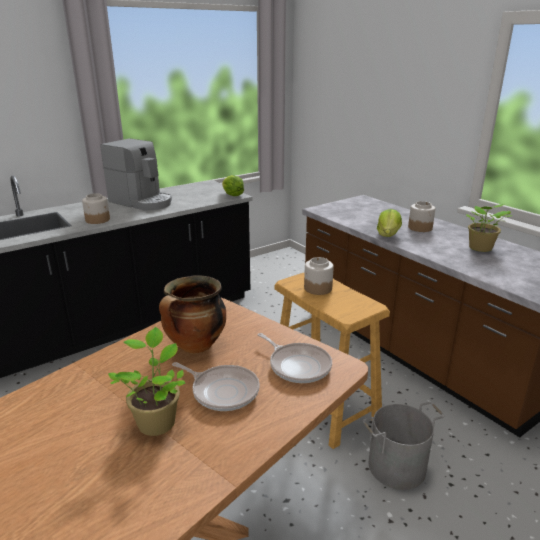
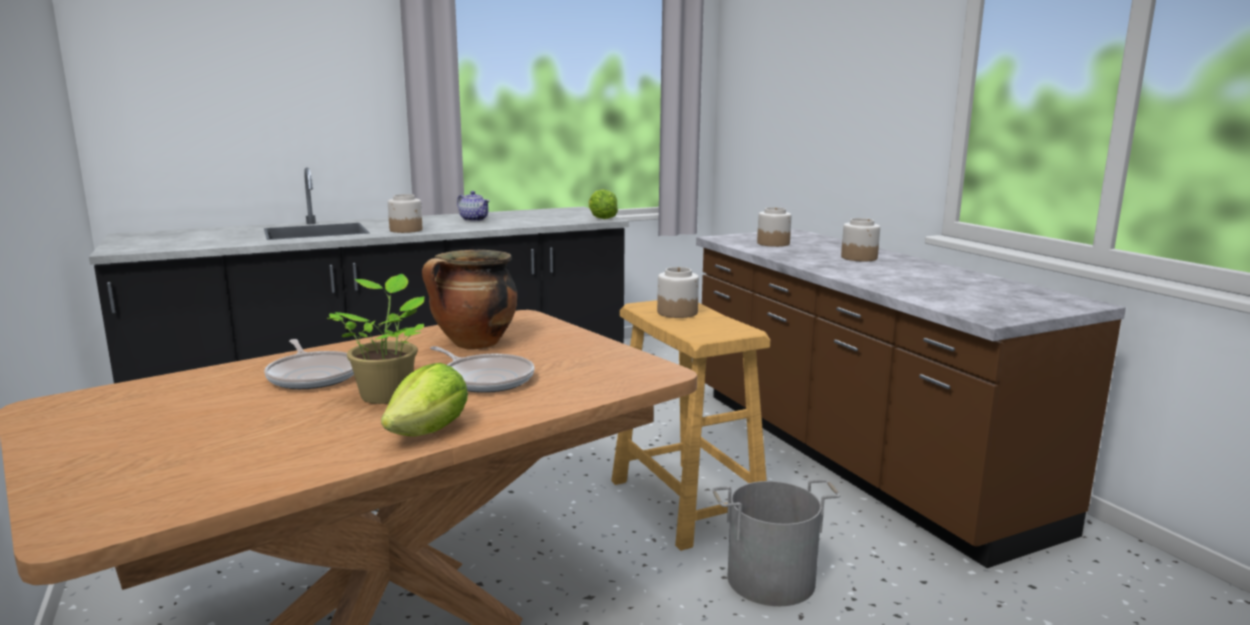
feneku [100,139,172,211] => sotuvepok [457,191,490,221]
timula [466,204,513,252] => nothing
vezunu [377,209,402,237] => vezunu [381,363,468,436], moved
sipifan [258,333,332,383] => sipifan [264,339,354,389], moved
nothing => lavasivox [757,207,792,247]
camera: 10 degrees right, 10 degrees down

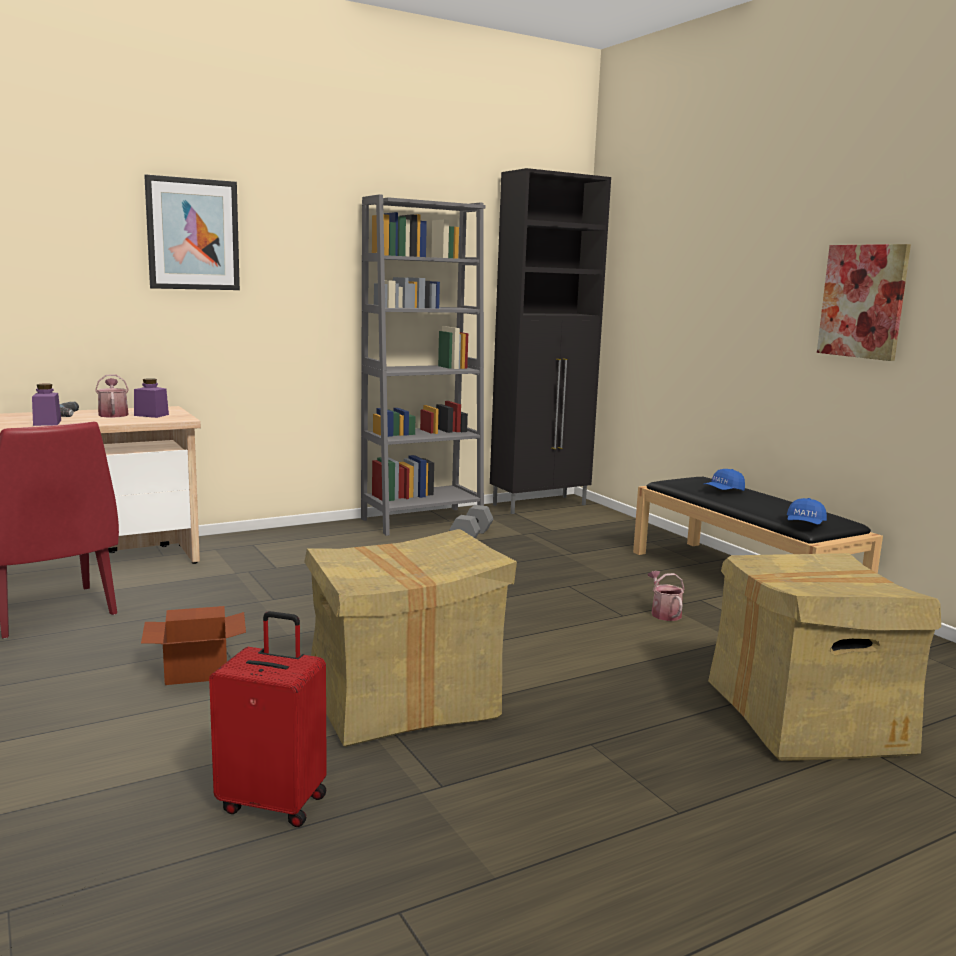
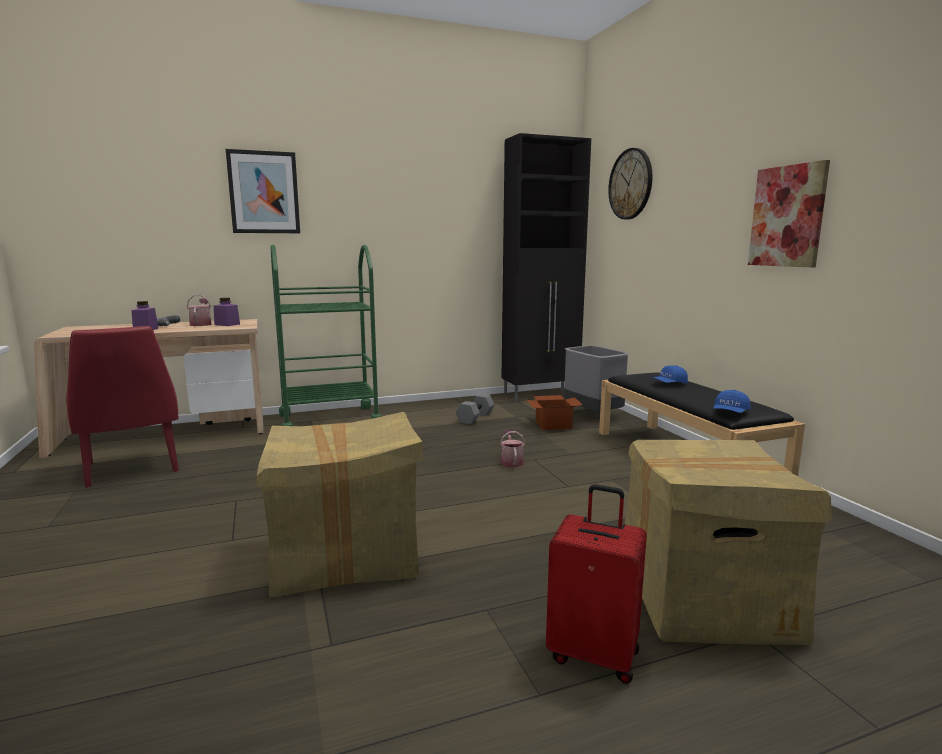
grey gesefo [361,194,486,536] => nothing
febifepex [648,571,684,621] => febifepex [500,430,525,467], moved
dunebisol [141,606,246,685] => dunebisol [527,395,583,430], moved
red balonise [209,611,327,827] => red balonise [546,484,647,684], moved
nothing => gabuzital [608,148,652,219]
nothing => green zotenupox [271,245,382,426]
nothing => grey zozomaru [564,345,629,411]
camera: 10 degrees right, 0 degrees up

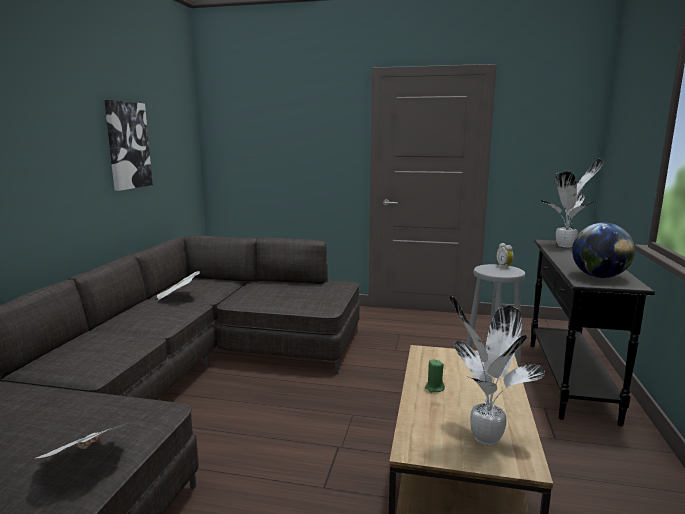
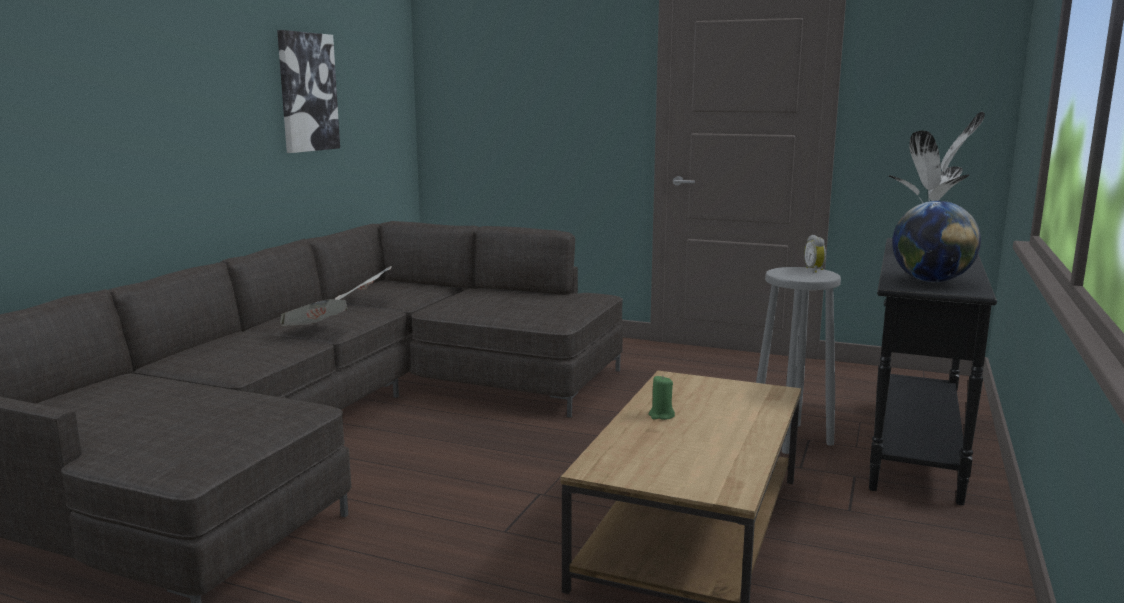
timula [449,296,545,445] => nothing
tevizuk [36,423,128,458] => tevizuk [280,299,348,326], moved
camera: 10 degrees right, 0 degrees up

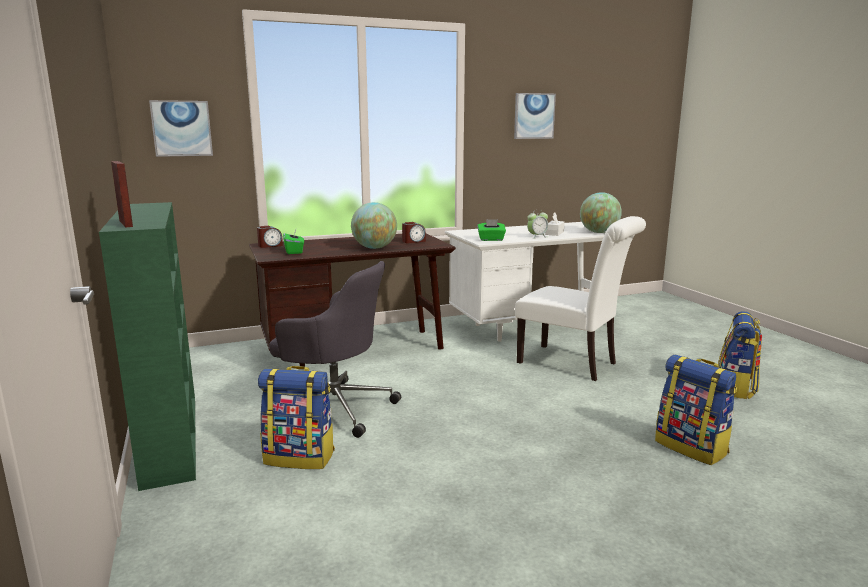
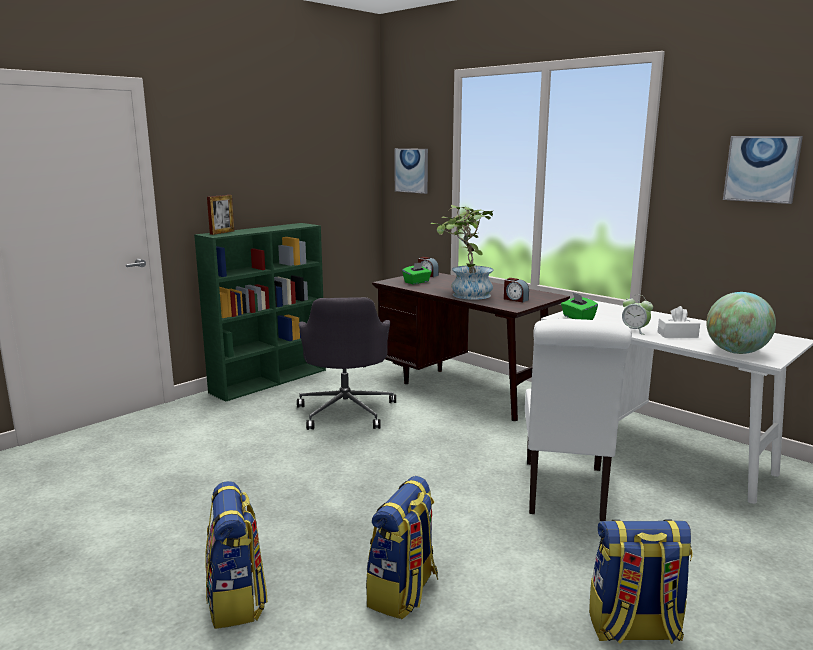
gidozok [351,202,397,249] => timula [430,205,494,300]
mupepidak [258,366,335,469] => mupepidak [205,481,268,629], moved
camera: 65 degrees right, 0 degrees up

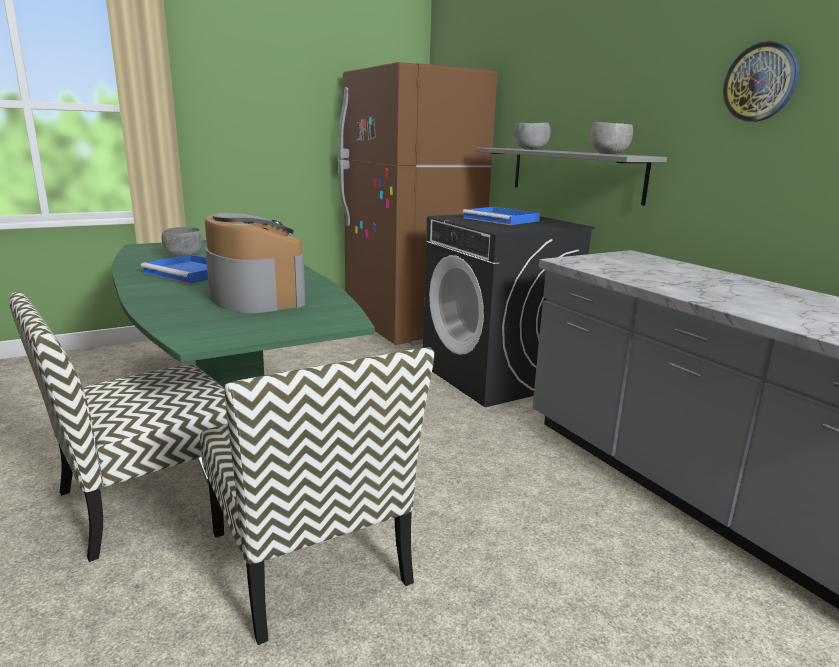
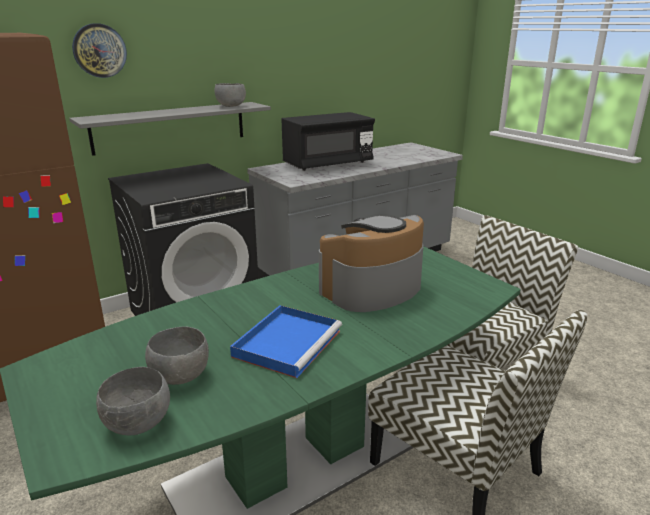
gabuzital [723,41,799,122] => gabuzital [72,23,127,78], moved
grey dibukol [514,122,551,150] => grey dibukol [96,367,170,435], moved
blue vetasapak [463,207,540,225] => nothing
nothing => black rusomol [282,112,375,171]
camera: 95 degrees left, 5 degrees up

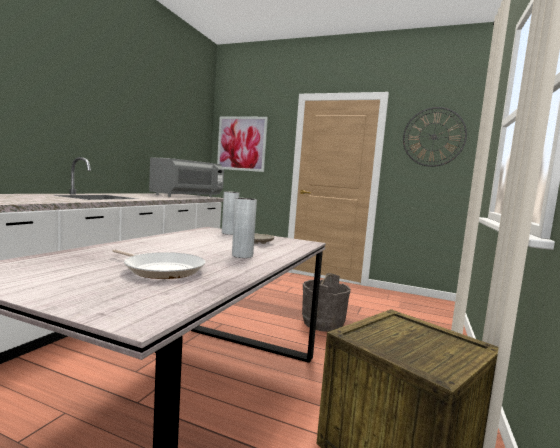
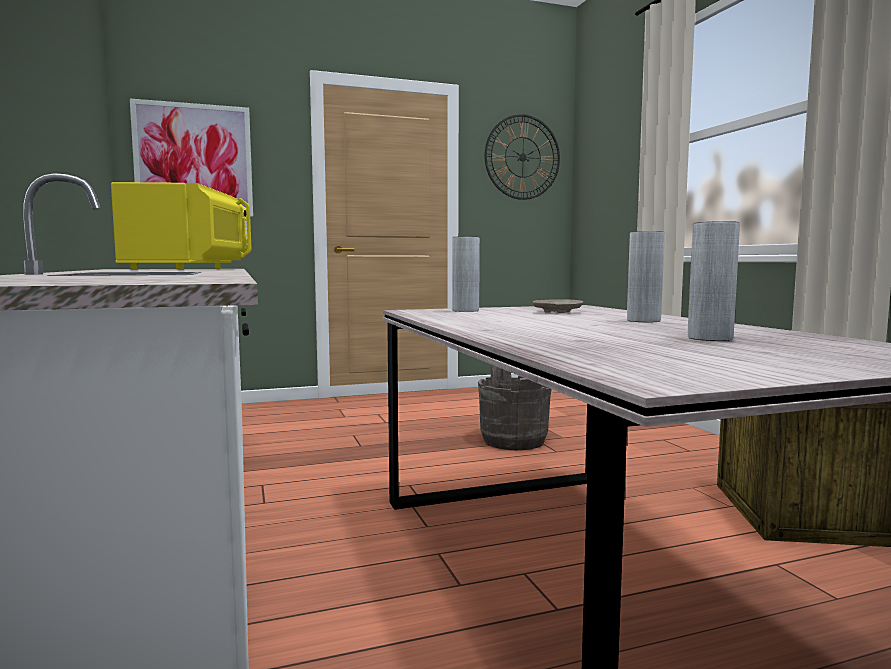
grey rusomol [149,157,224,197] => yellow rusomol [111,182,251,270]
sipifan [112,249,205,279] => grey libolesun [688,221,740,341]
camera: 40 degrees left, 0 degrees up

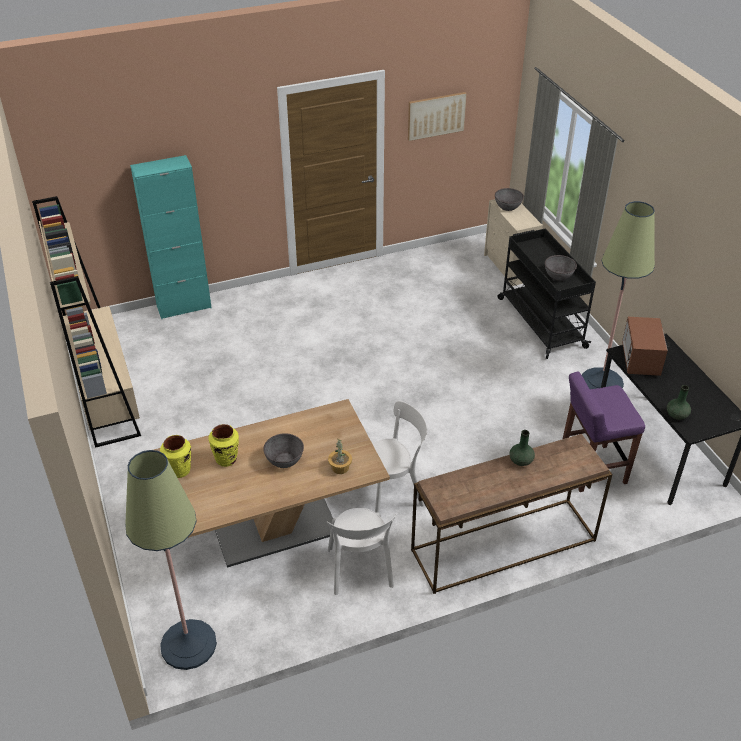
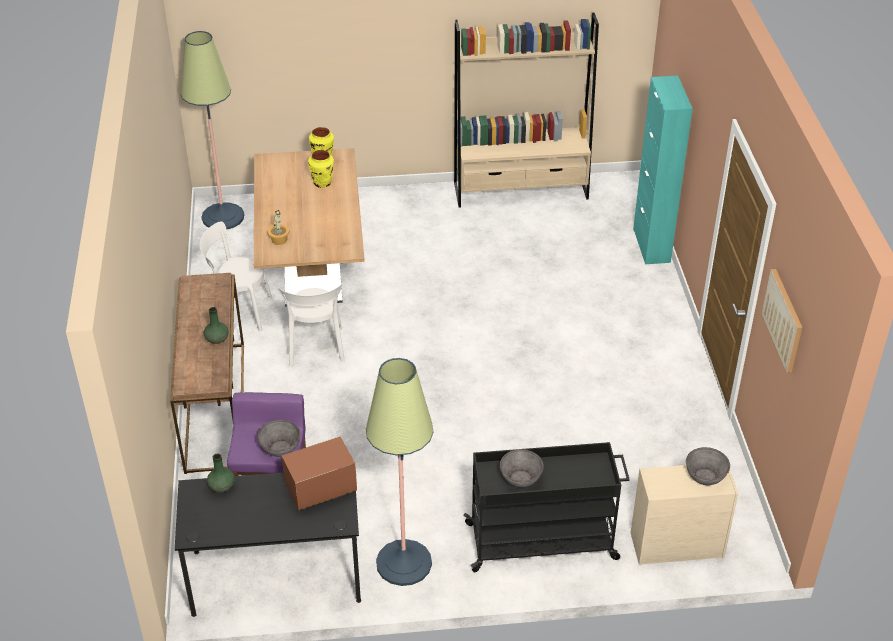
rusomol [622,317,668,376] => rusomol [282,437,357,510], 45 degrees counterclockwise
grey dibukol [263,433,304,468] => grey dibukol [257,420,301,457], moved
camera: 105 degrees right, 0 degrees up

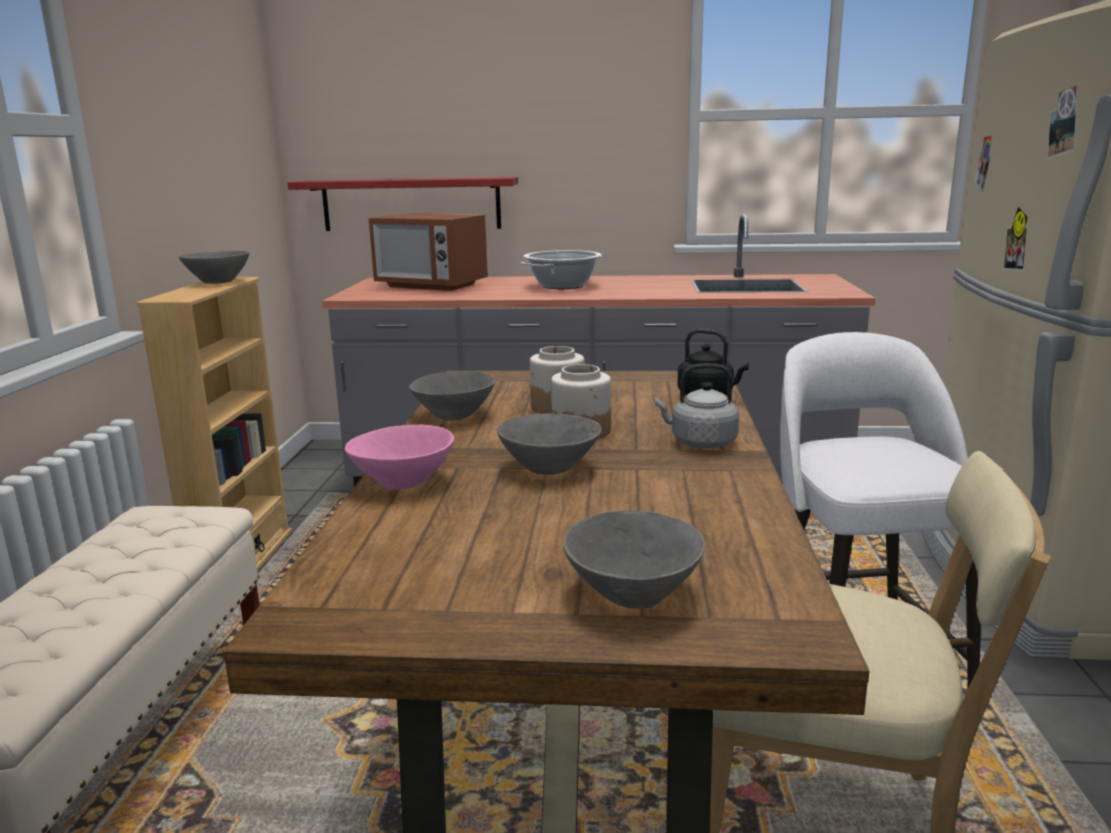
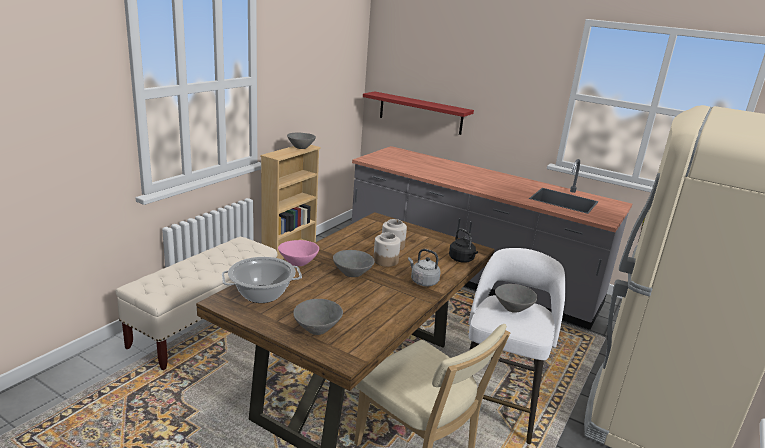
rusomol [369,213,488,291] => nothing
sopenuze [520,250,603,289] => sopenuze [222,257,302,303], moved
grey dibukol [409,371,495,421] => grey dibukol [495,284,538,313], moved
camera: 25 degrees right, 5 degrees up

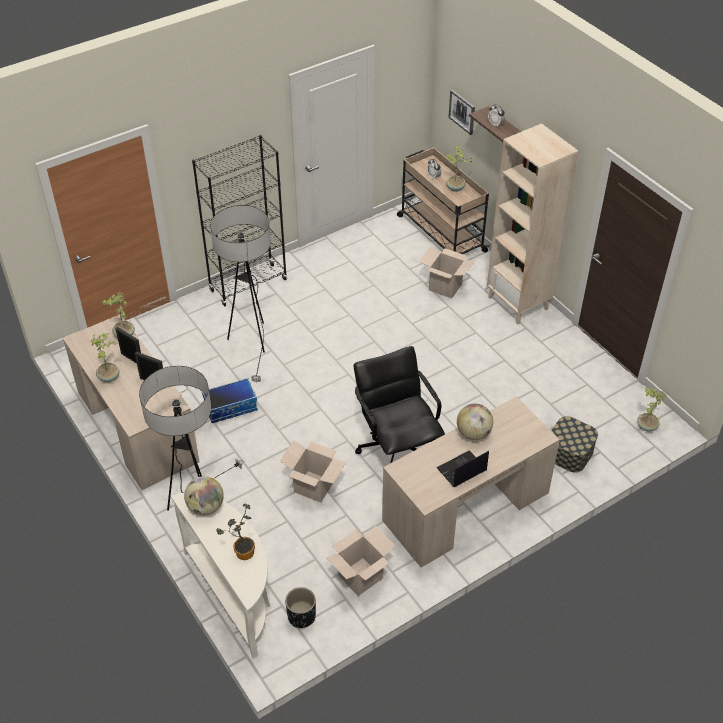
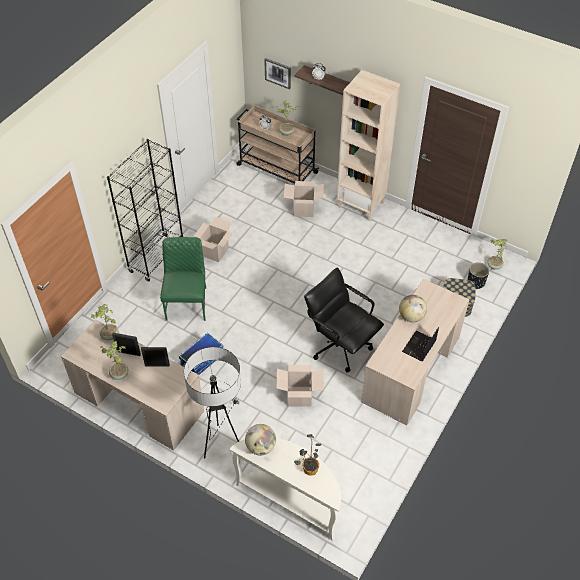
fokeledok [210,205,271,383] => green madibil [160,237,206,321]
dunebisol [327,526,396,596] => dunebisol [194,217,233,262], moved
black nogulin [285,587,316,628] => black nogulin [467,262,489,289], moved
camera: 25 degrees left, 5 degrees up

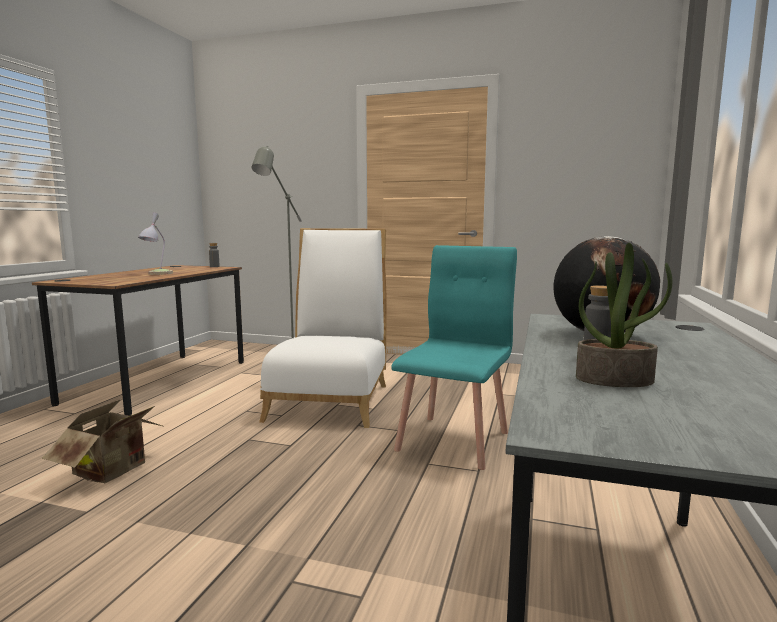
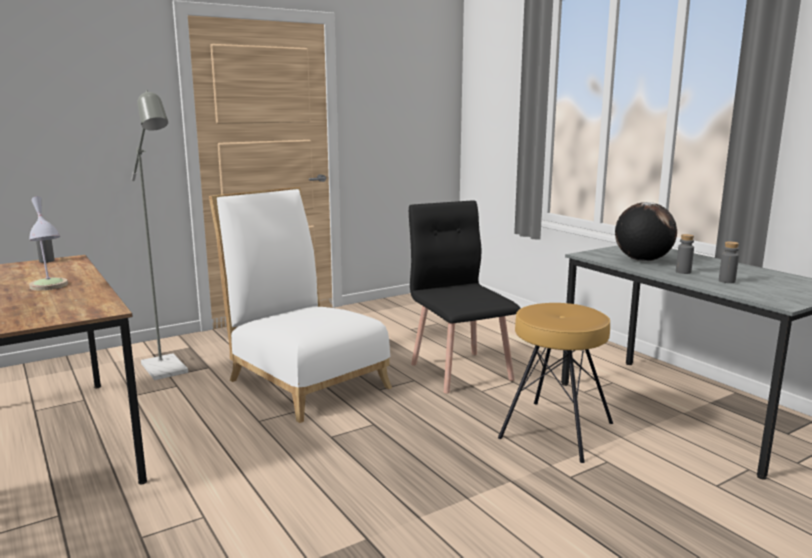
timula [576,243,672,387] => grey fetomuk [719,241,739,283]
turquoise madibil [391,245,517,470] => black madibil [409,200,521,394]
dunebisol [42,399,162,483] => nothing
nothing => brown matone [498,303,613,463]
camera: 50 degrees left, 5 degrees up

